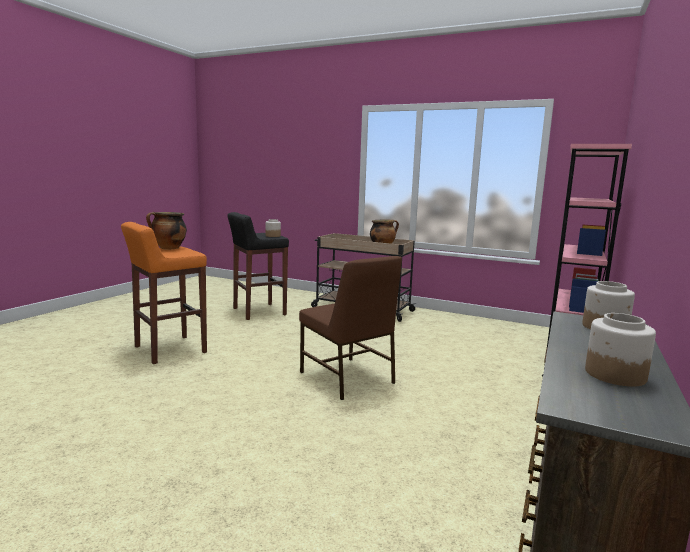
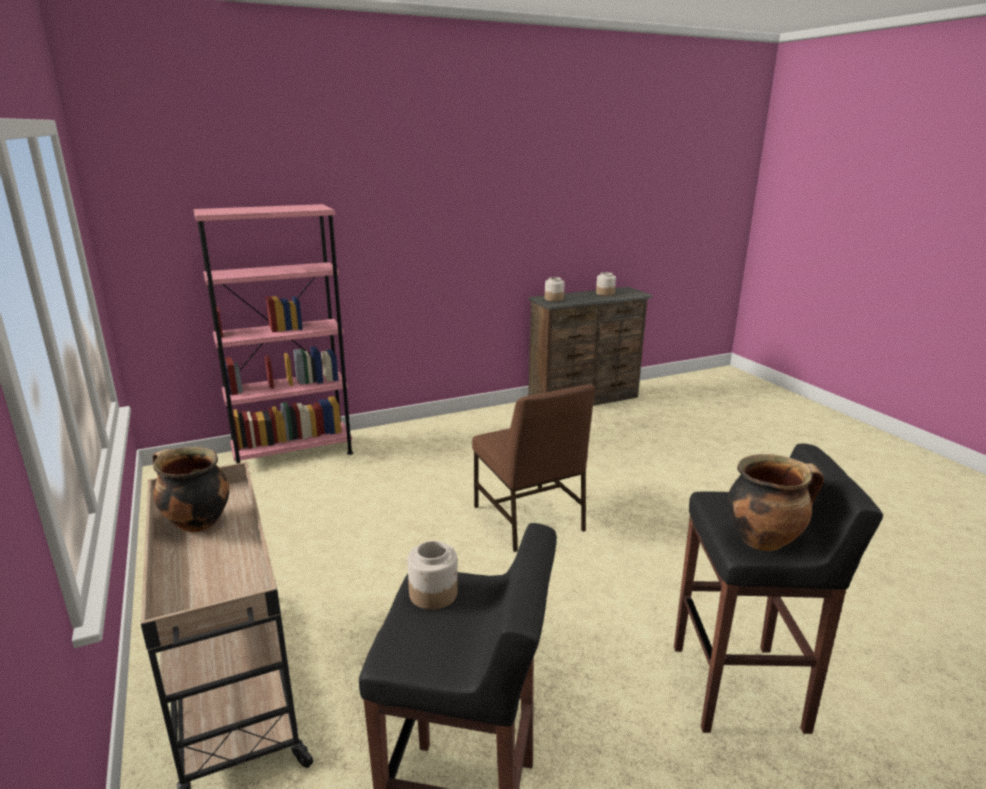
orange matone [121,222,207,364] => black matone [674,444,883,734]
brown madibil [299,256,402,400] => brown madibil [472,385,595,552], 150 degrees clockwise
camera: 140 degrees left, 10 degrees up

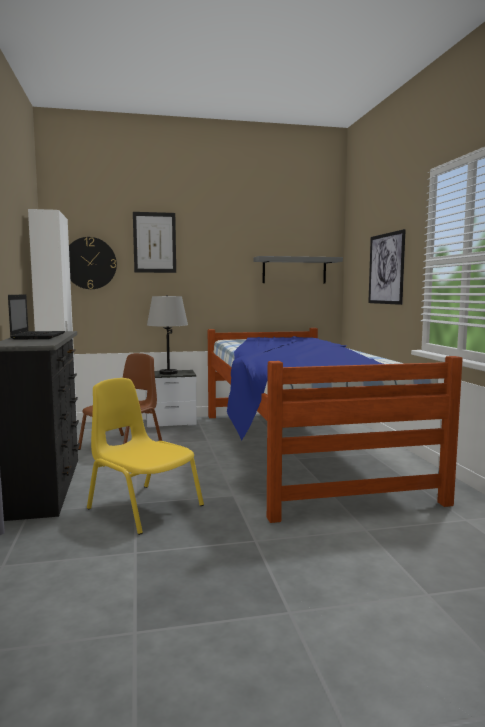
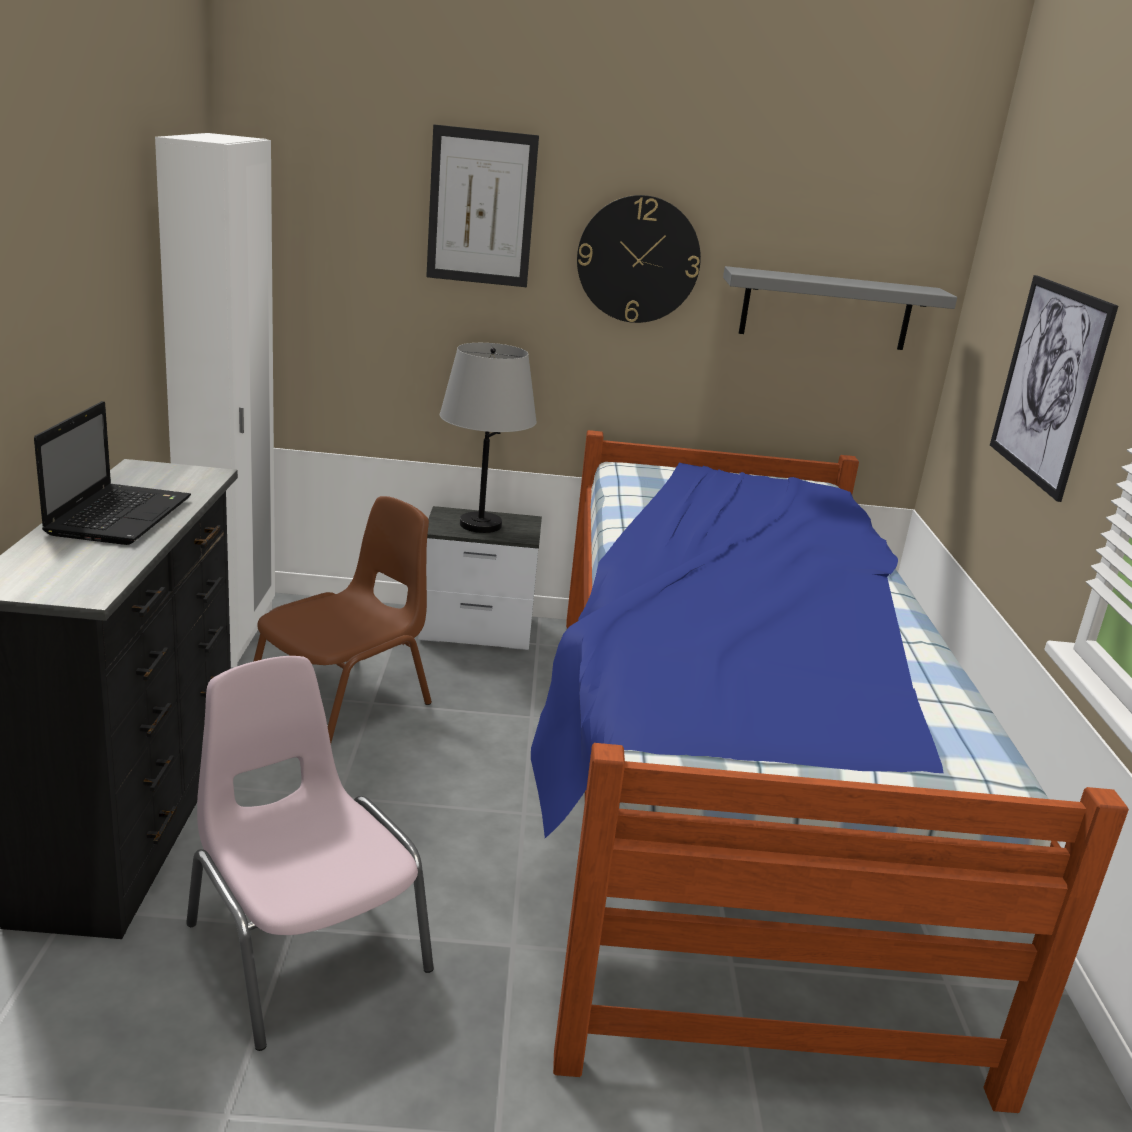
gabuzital [69,237,117,289] => gabuzital [577,195,701,323], moved
yellow madibil [87,378,204,535] => pink madibil [186,656,434,1051]
camera: 10 degrees right, 15 degrees up

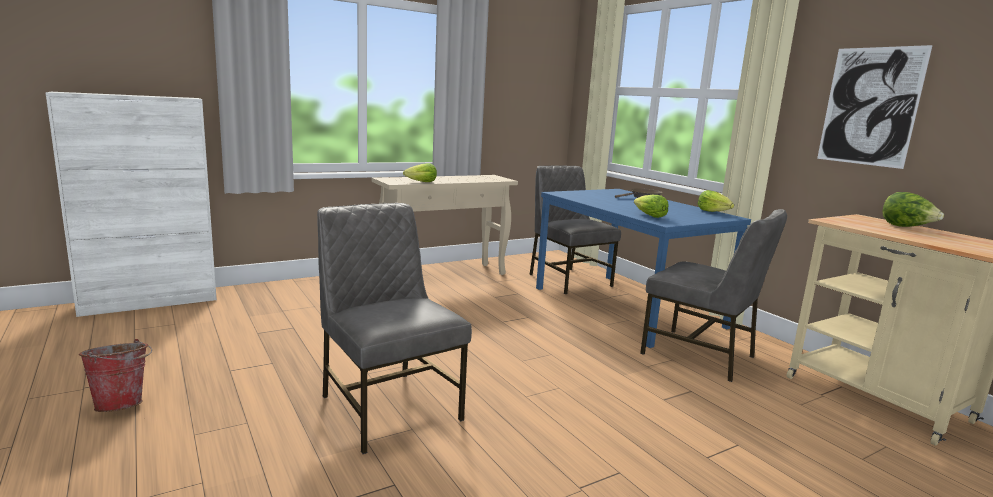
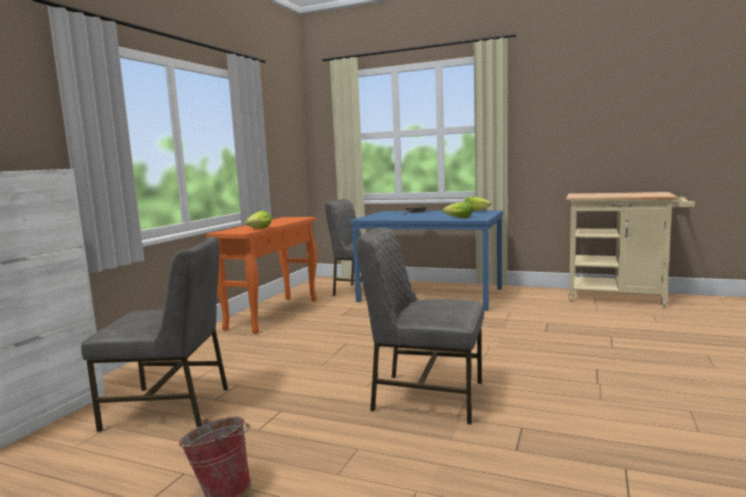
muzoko [817,45,933,169] => nothing
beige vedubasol [372,175,518,275] => orange vedubasol [206,217,317,334]
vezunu [883,192,944,227] => nothing
grey madibil [640,209,787,382] => grey madibil [81,236,228,432], moved
camera: 35 degrees left, 5 degrees down

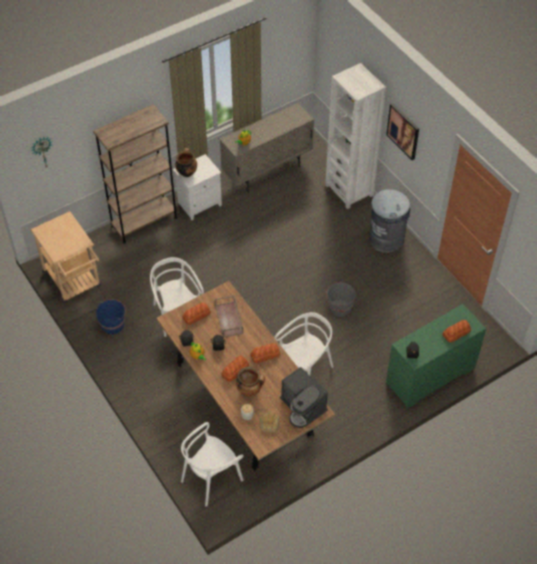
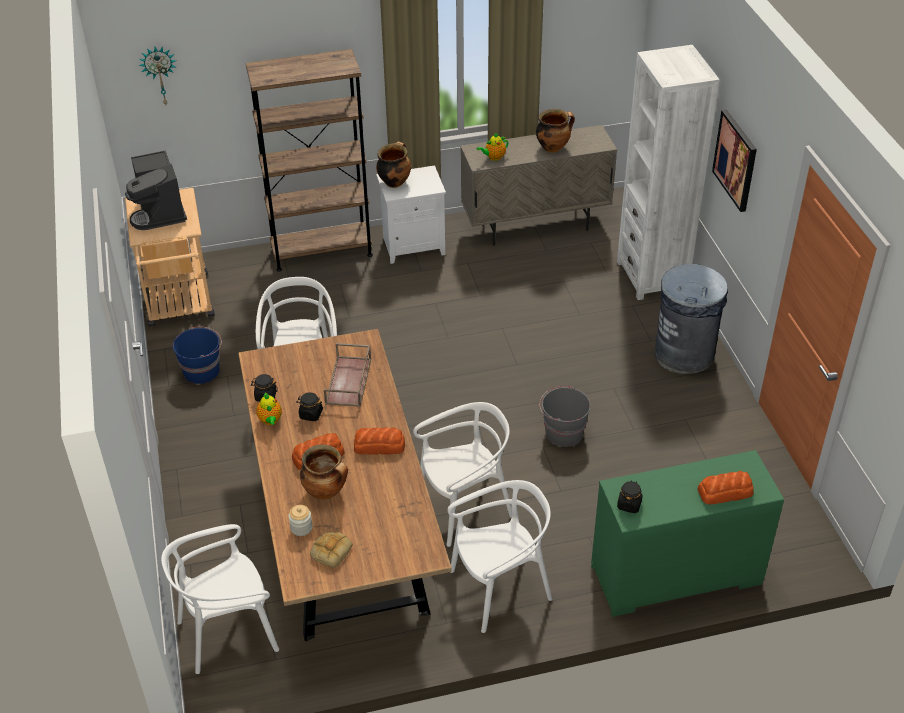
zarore [182,303,211,325] => nothing
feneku [280,367,328,428] => feneku [125,150,187,230], moved
nothing => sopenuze [536,109,575,153]
nothing => white madibil [447,480,552,633]
camera: 20 degrees right, 10 degrees down

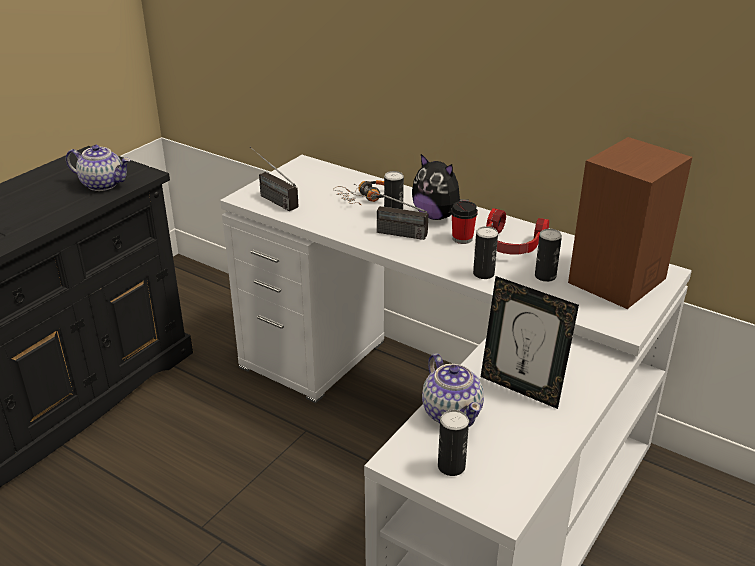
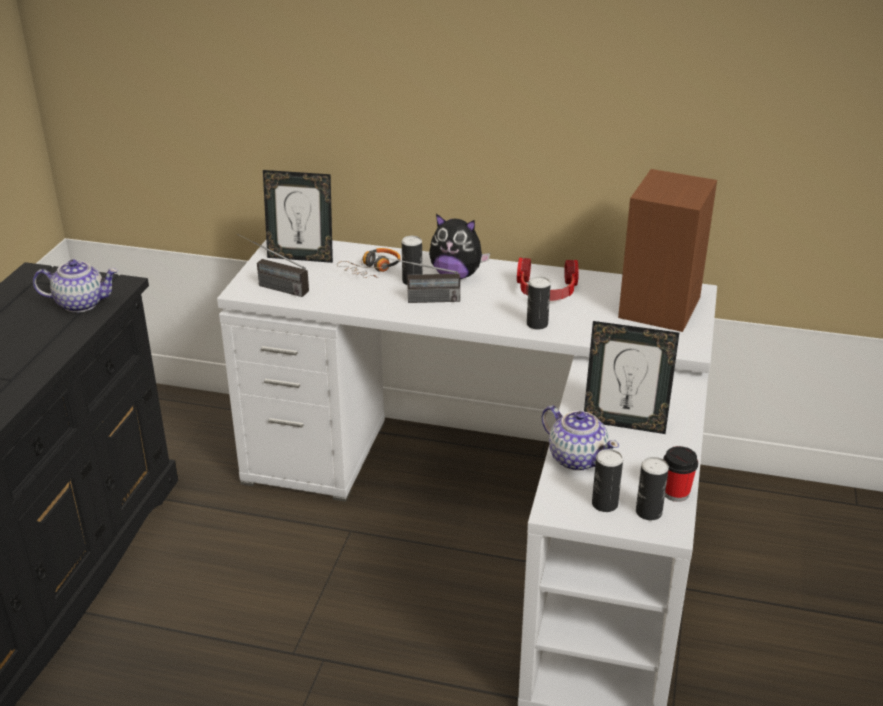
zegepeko [451,201,478,244] => zegepeko [663,446,698,502], moved
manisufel [535,229,562,282] => manisufel [636,457,669,520], moved
nothing => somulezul [263,170,333,263]
camera: 20 degrees left, 0 degrees up

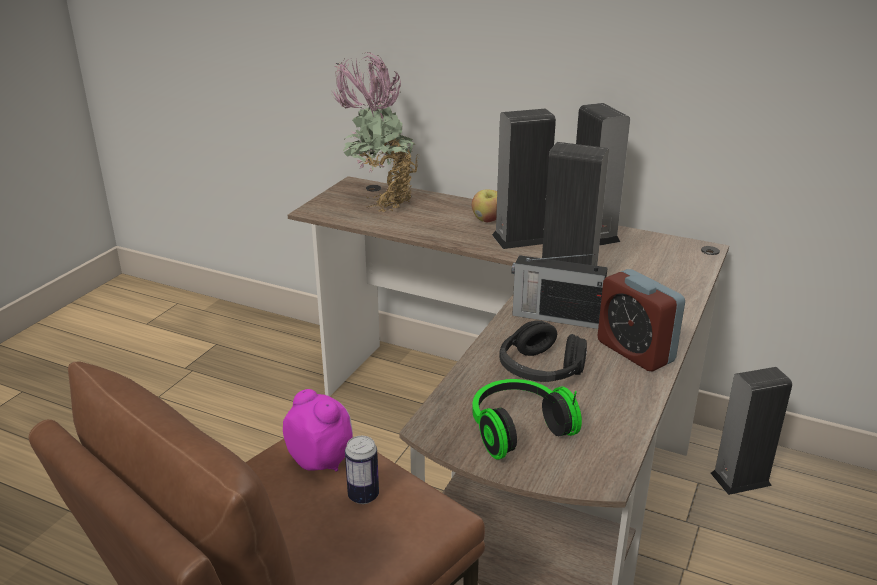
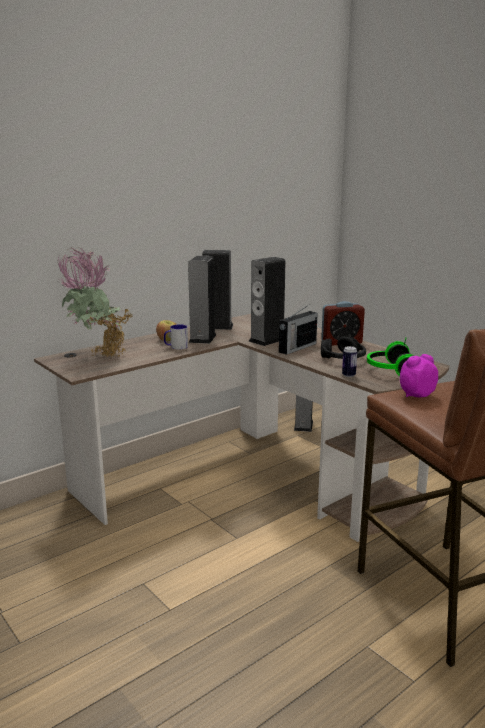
manisufel [345,436,379,504] => manisufel [342,346,357,377], moved
nothing => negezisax [164,324,188,349]
camera: 65 degrees left, 10 degrees down

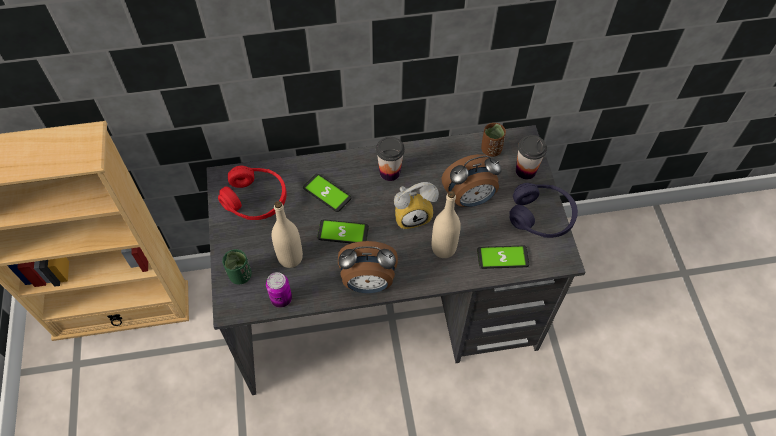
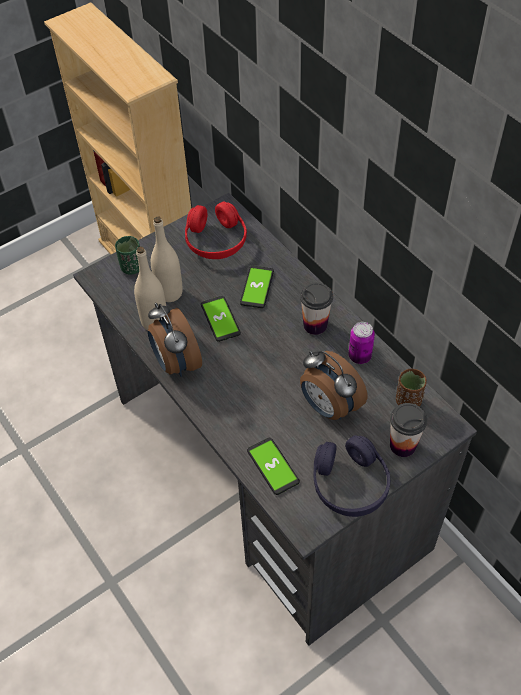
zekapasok [394,182,439,229] => nothing
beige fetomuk [432,191,461,258] => beige fetomuk [134,247,166,330], moved
manisufel [266,272,292,308] => manisufel [348,322,375,364], moved
camera: 65 degrees right, 5 degrees down

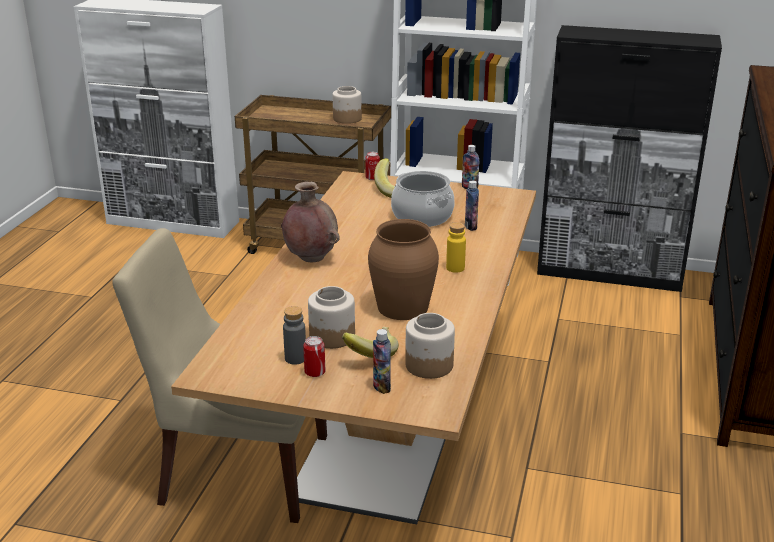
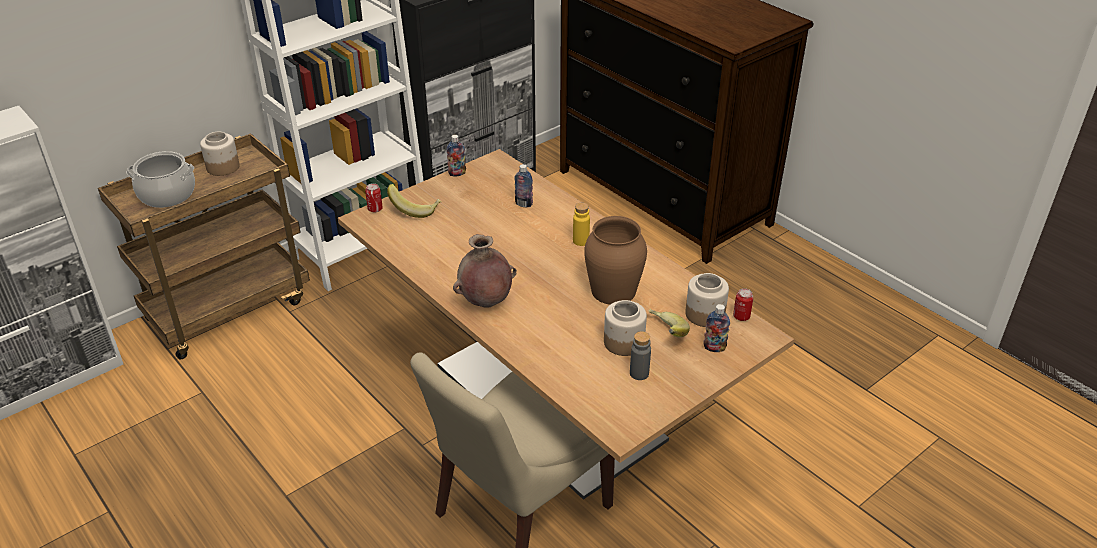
sopenuze [391,171,455,227] => sopenuze [127,151,195,208], moved
manisufel [303,336,326,377] => manisufel [733,288,753,321], moved
camera: 55 degrees left, 10 degrees up

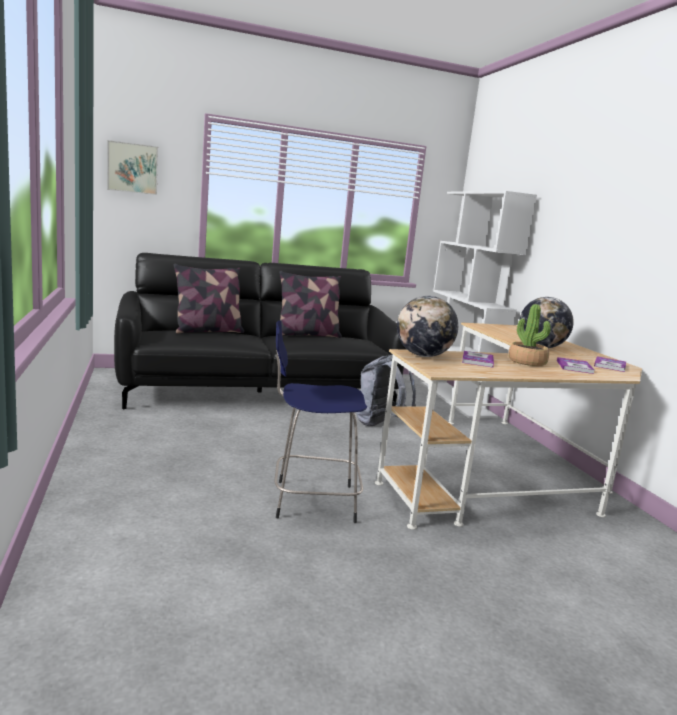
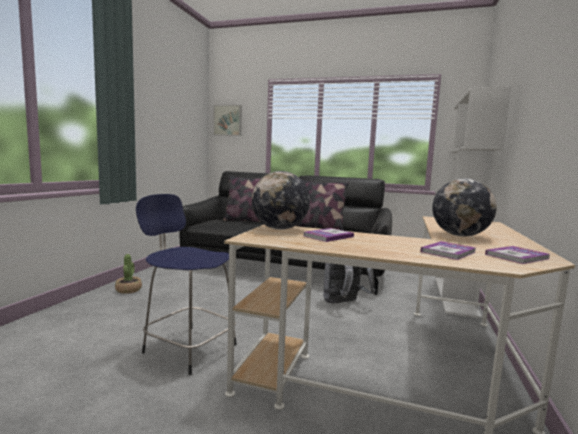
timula [508,304,551,366] => timula [115,254,142,294], moved
camera: 35 degrees right, 5 degrees down

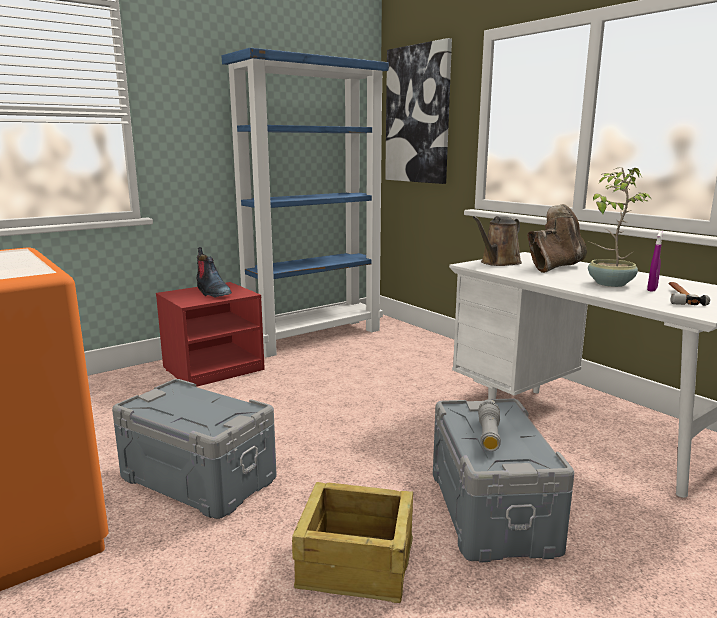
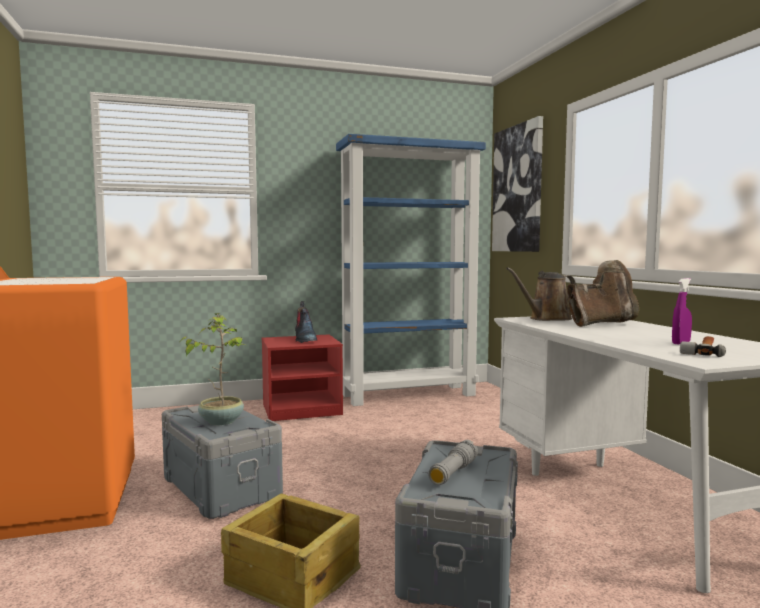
timula [588,168,652,287] => timula [180,313,245,425], moved
camera: 20 degrees right, 10 degrees down

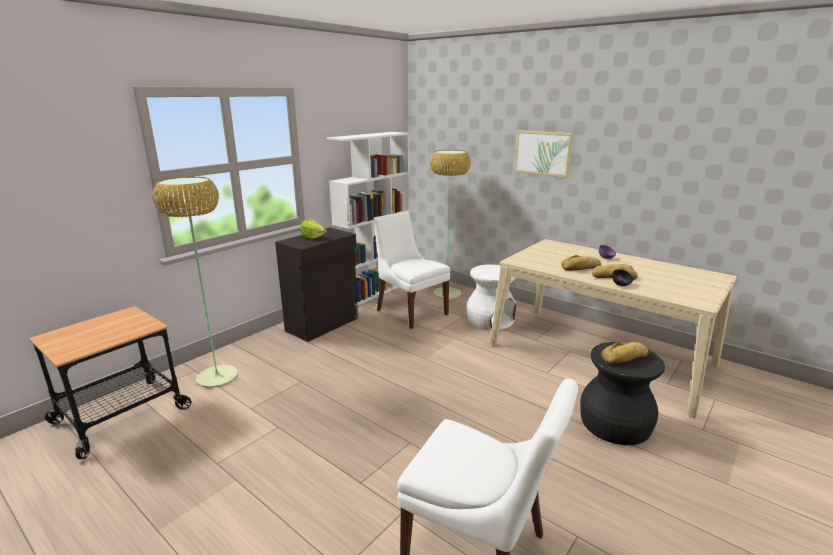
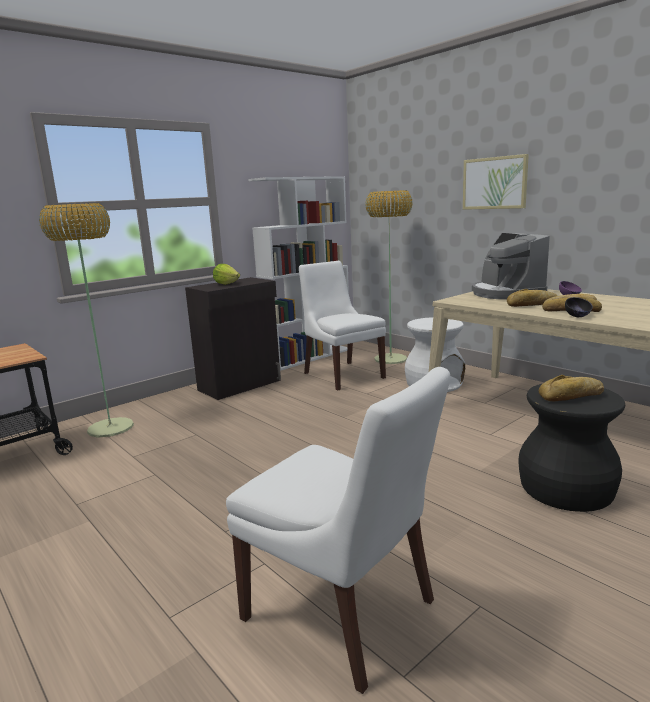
nothing => feneku [472,233,550,299]
camera: 10 degrees right, 5 degrees down

